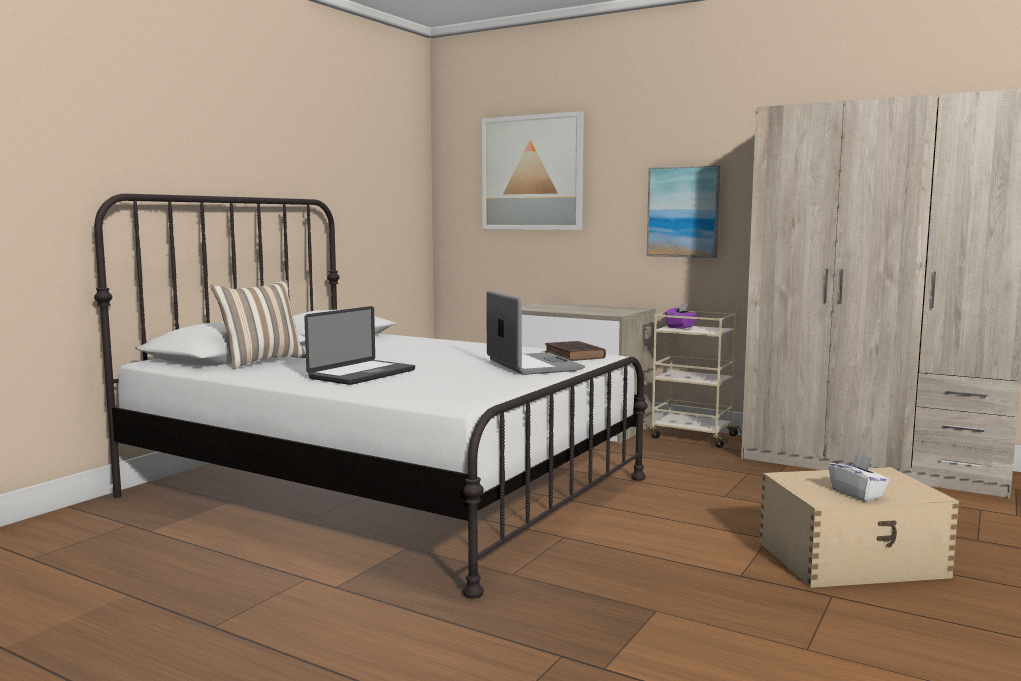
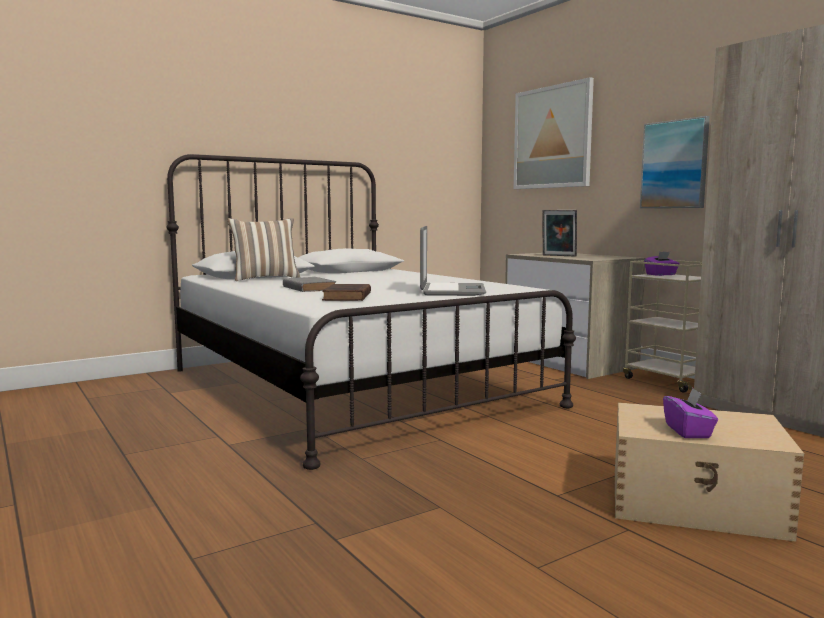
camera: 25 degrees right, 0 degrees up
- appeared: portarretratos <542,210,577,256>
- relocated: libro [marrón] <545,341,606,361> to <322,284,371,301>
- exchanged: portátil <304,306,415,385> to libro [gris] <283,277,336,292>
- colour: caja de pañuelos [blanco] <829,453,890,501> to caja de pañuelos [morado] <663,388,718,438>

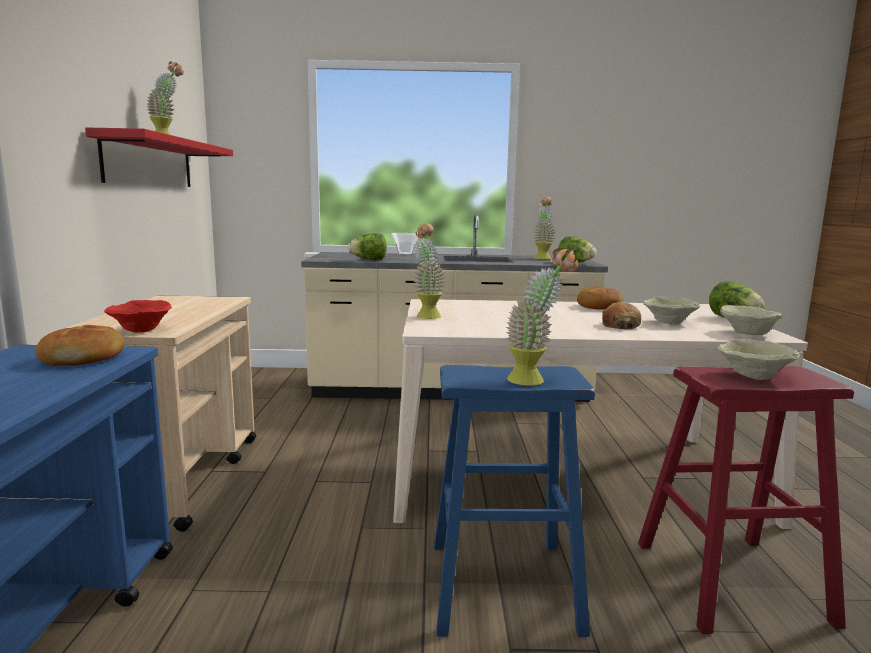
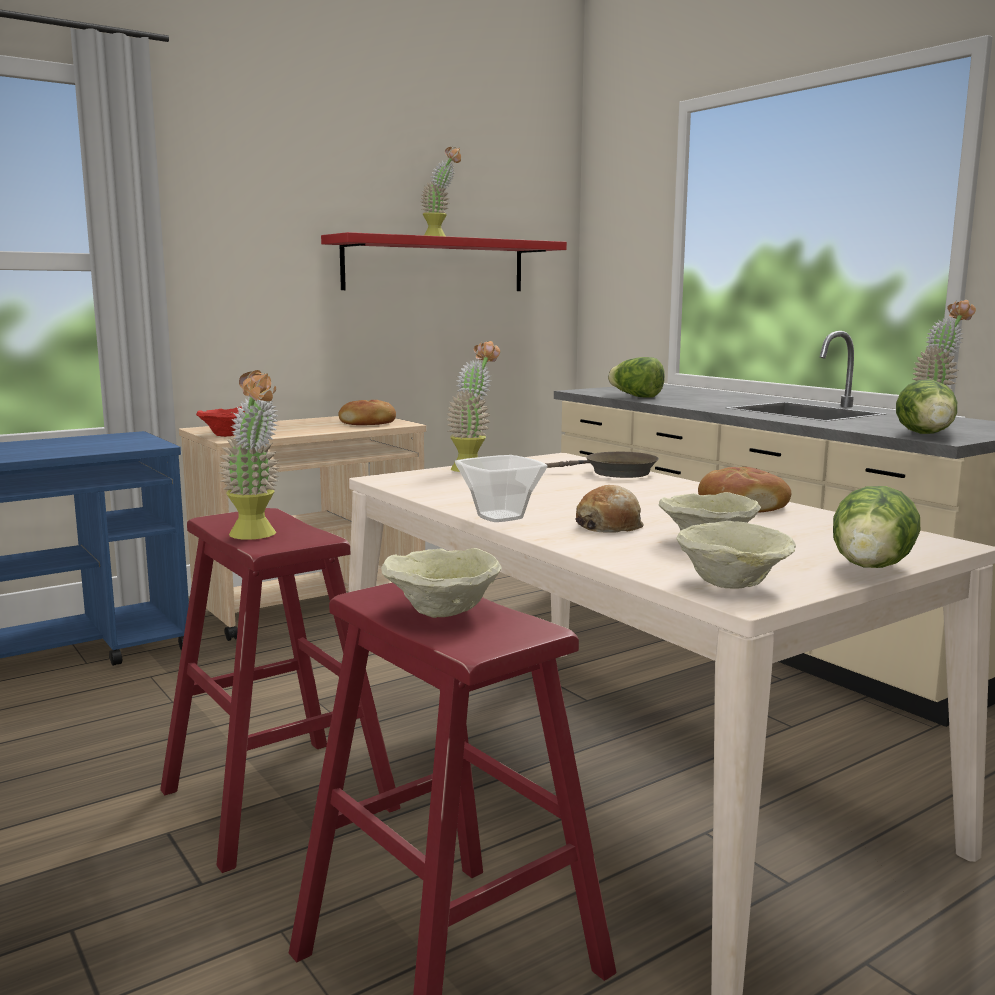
camera: 55 degrees right, 0 degrees up
- appeared: sartén [marrón] <545,452,659,478>
- relocated: pan <36,325,125,366> to <338,400,396,425>
- relocated: cuenco <391,233,418,255> to <455,455,547,522>
- colour: taburete [azul] <434,365,595,637> to taburete [rojo] <160,508,401,873>

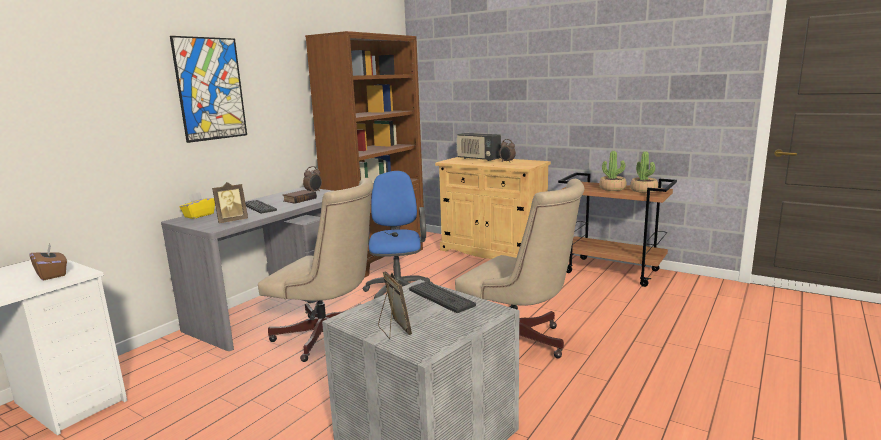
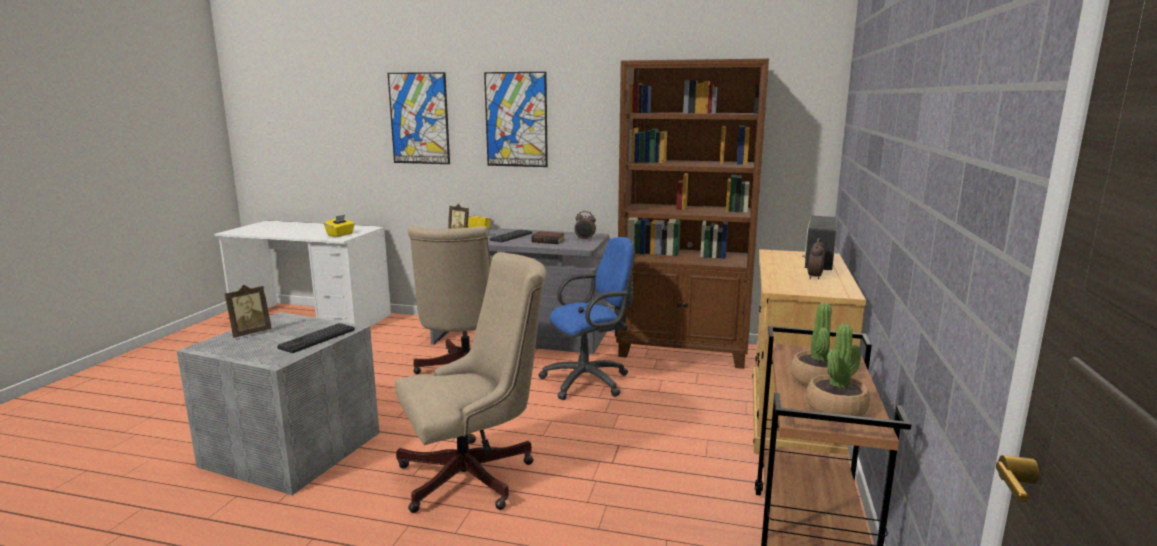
camera: 70 degrees right, 0 degrees up
- appeared: cuadro <388,72,450,164>
- colour: caja de pañuelos [marrón] <29,242,67,280> to caja de pañuelos [amarillo] <324,215,355,237>
- spun: silla de oficina [beis] <455,179,584,359> = <395,252,547,513> 135 degrees counterclockwise

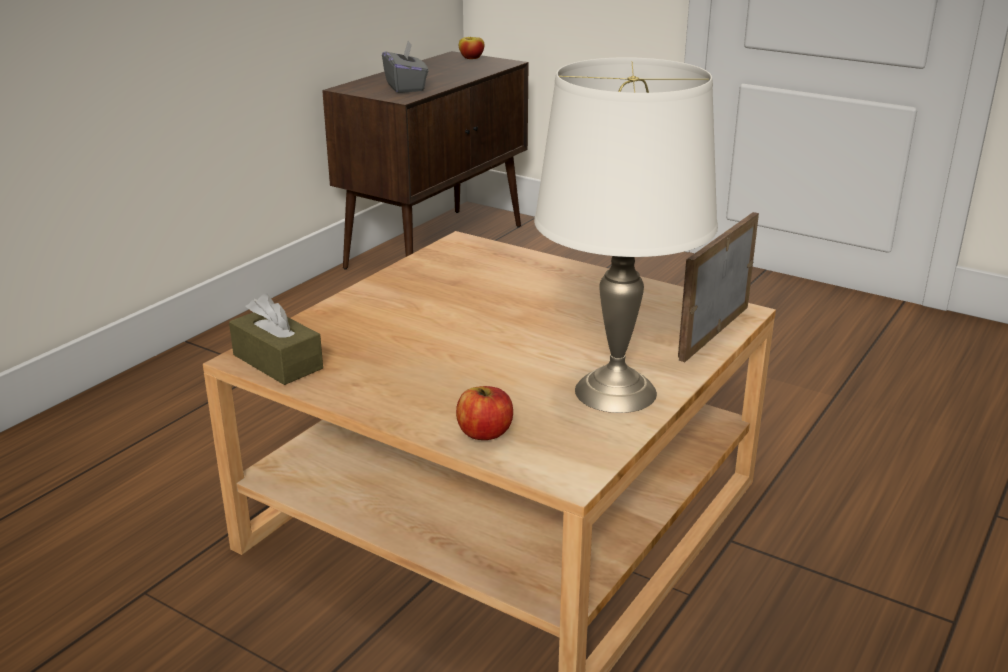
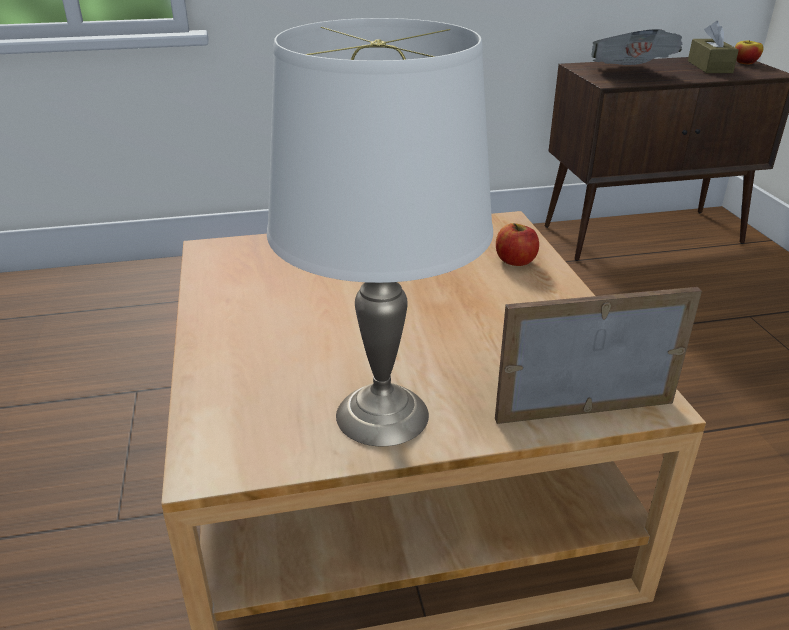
camera: 45 degrees right, 5 degrees up
- relocated: caja de pañuelos [marrón] <229,293,323,385> to <688,21,739,73>
- relocated: manzana <456,386,513,440> to <496,223,539,266>
- exchanged: caja de pañuelos [gris] <382,42,428,93> to periódico <591,29,682,65>

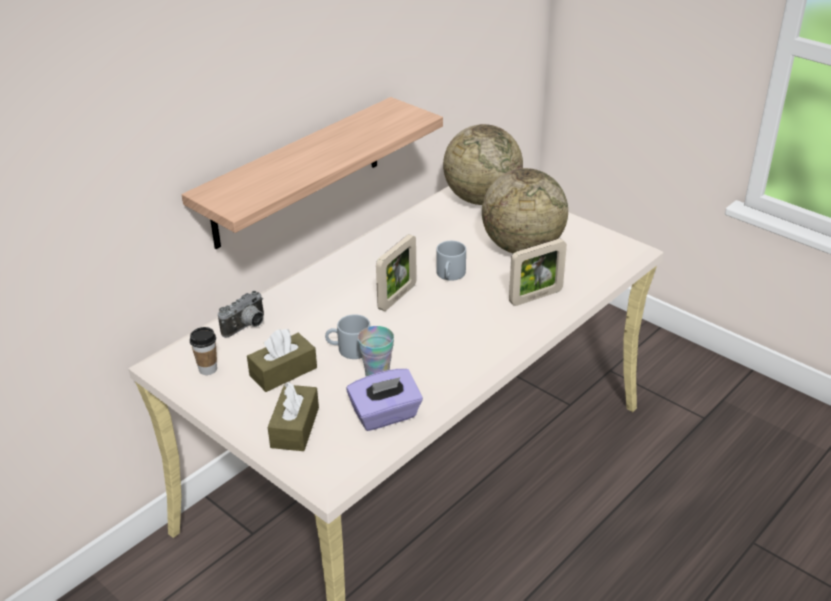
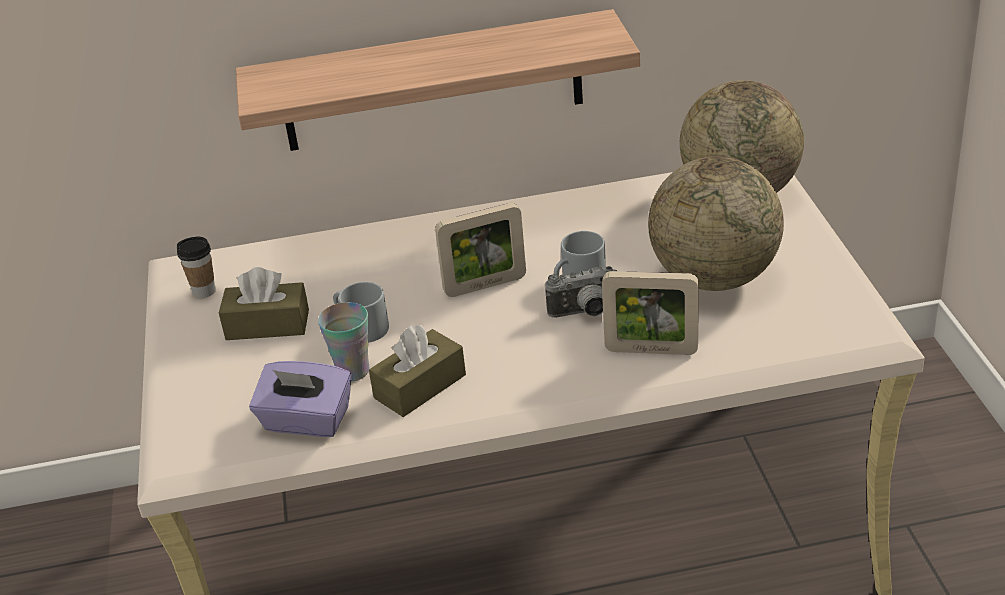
camera: 40 degrees right, 0 degrees up
- relocated: cámara <218,291,264,337> to <545,266,617,318>
- relocated: caja de pañuelos [marrón] <268,382,319,451> to <369,325,466,417>

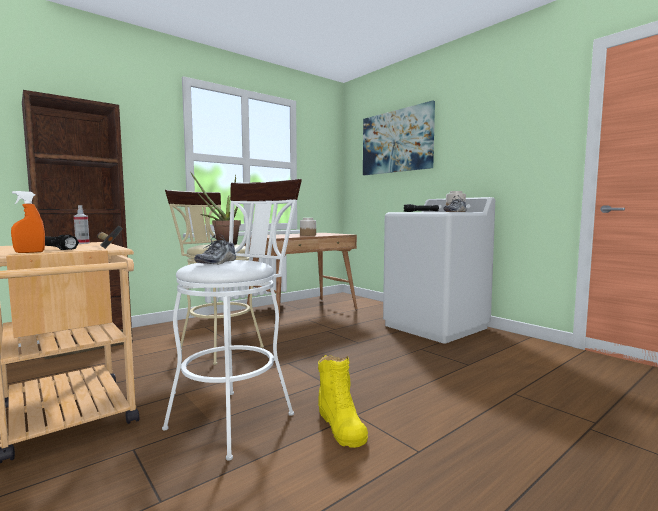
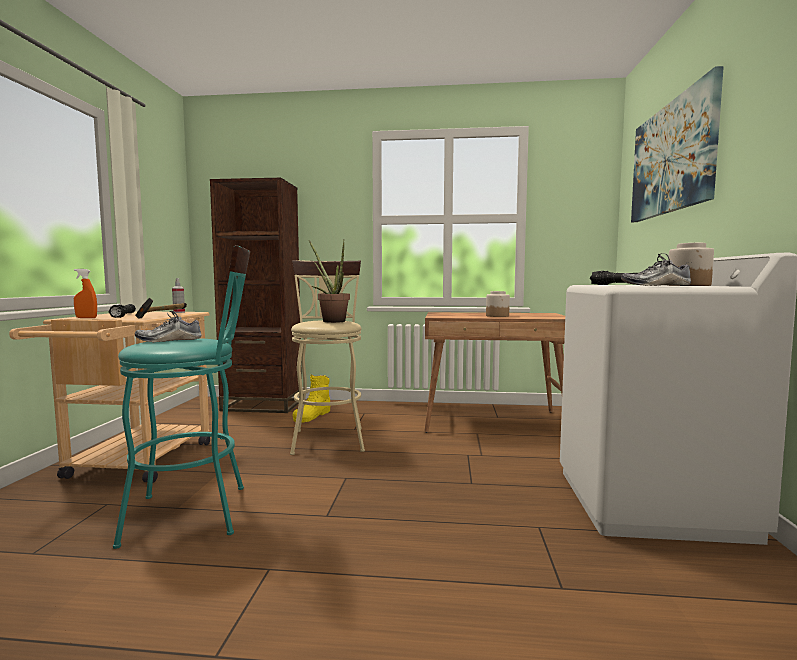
camera: 45 degrees right, 0 degrees up
- relocated: bota [amarillo] <318,355,368,448> to <293,375,330,422>
- colour: taburete [blanco] <162,179,302,461> to taburete [turquesa] <113,245,250,549>

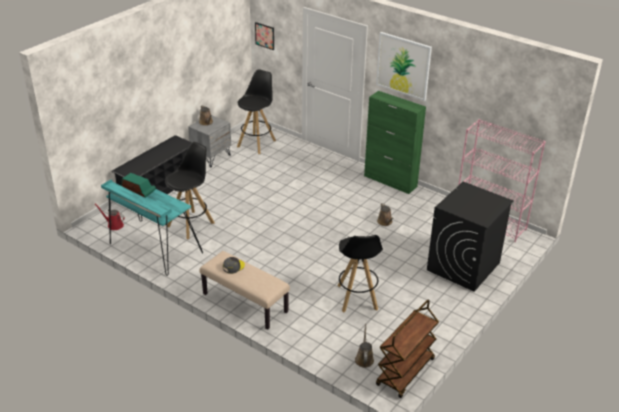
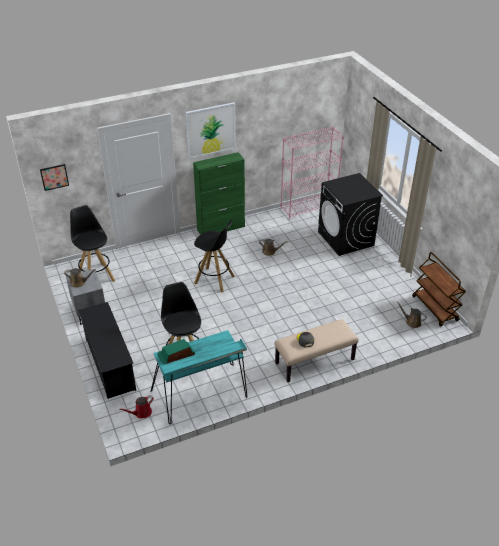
camera: 60 degrees left, 5 degrees up
- relocated: taburete [negro] <337,235,383,312> to <194,220,235,293>

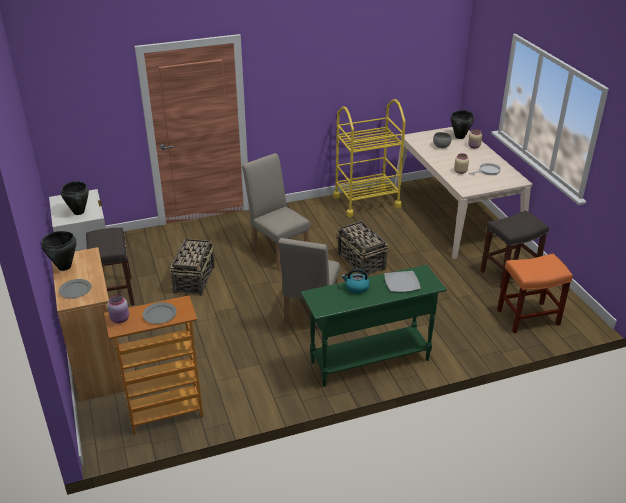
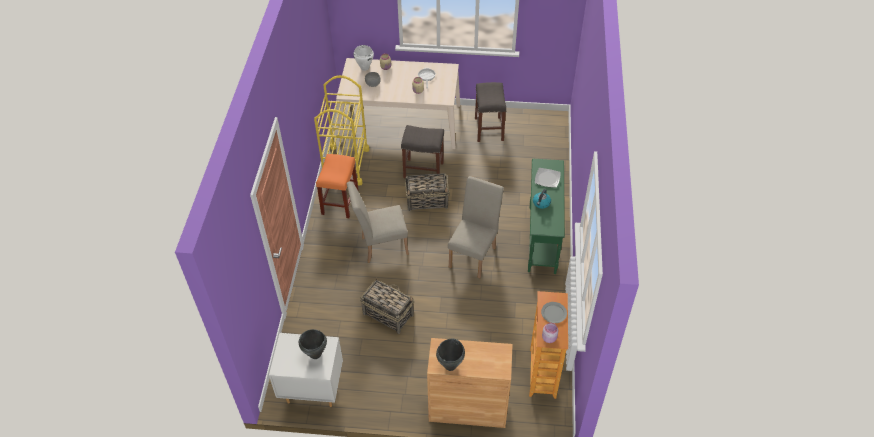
camera: 65 degrees left, 15 degrees up
- missing: plato [gris] <59,279,91,298>
- relocated: taburete [gris] <86,228,135,306> to <401,125,444,178>
- relocated: taburete [naranja] <497,254,573,333> to <316,154,359,218>
- colour: olla [negro] <451,110,474,139> to olla [blanco] <354,45,374,71>
- spun: silla [beis] <278,238,340,324> = <448,176,504,278> 105 degrees counterclockwise

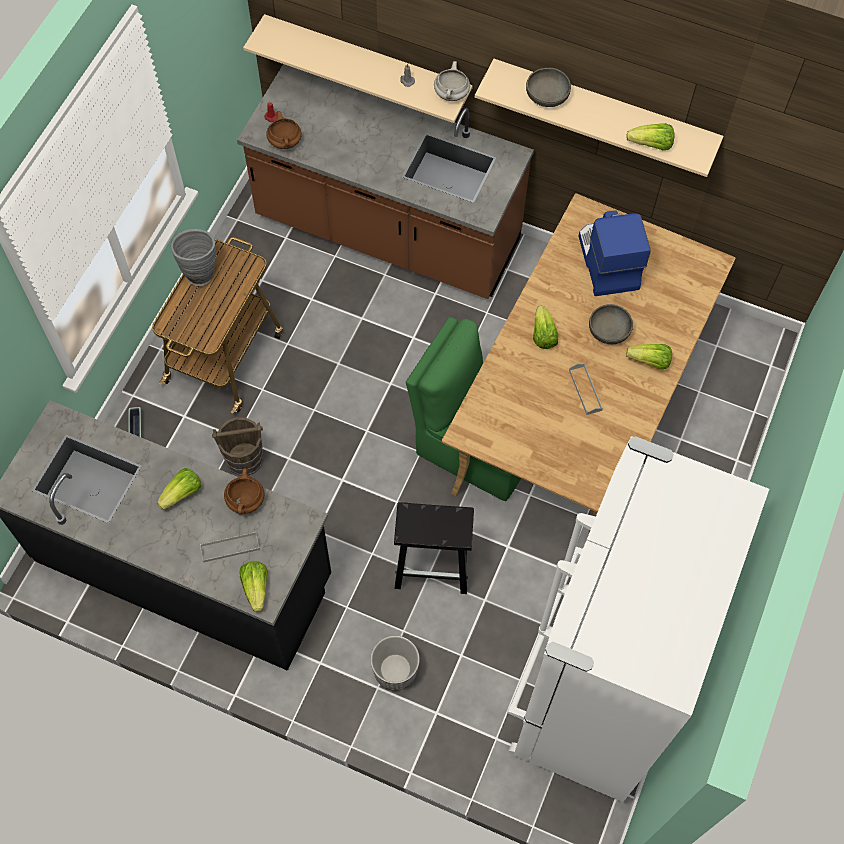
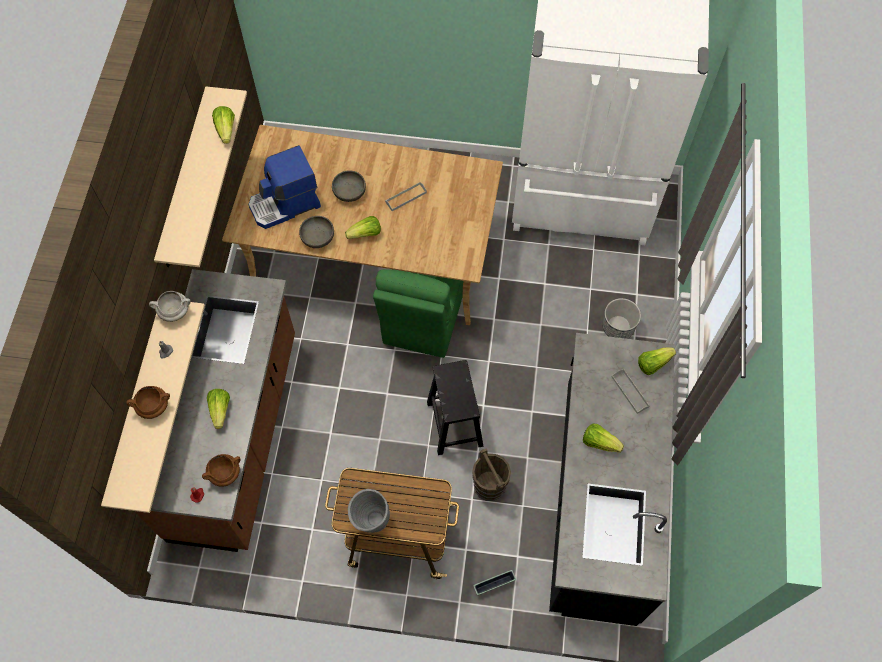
camera: 105 degrees left, 0 degrees up
- relocated: olla [marrón] <224,468,264,514> to <126,386,170,419>
- relocated: taburete [negro] <394,502,474,594> to <427,360,484,455>
- relocated: cuenco [gris] <526,68,571,107> to <299,216,334,248>
- relocated: lechuga <626,344,672,369> to <207,389,230,429>

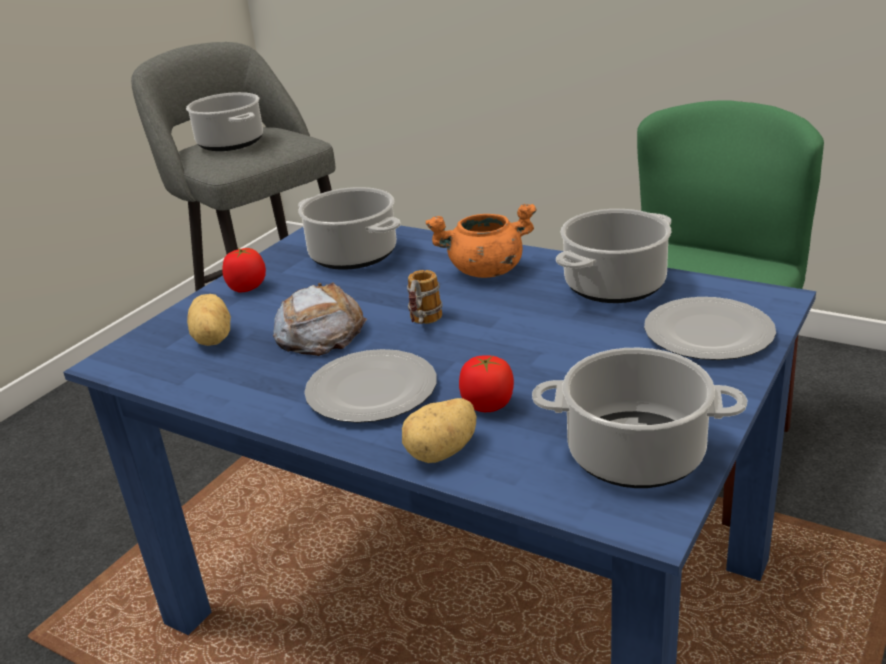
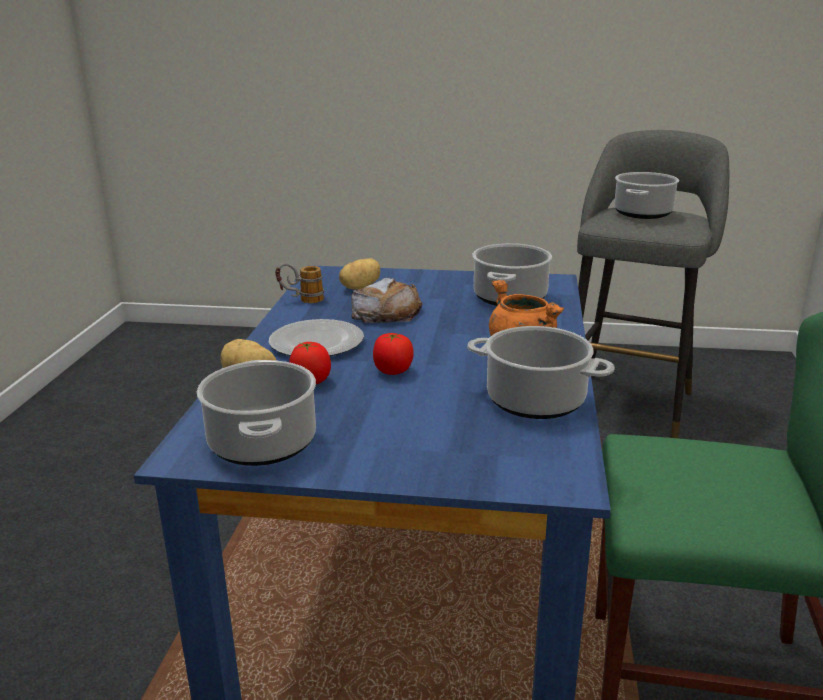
camera: 65 degrees right, 5 degrees down
- missing: plato <644,297,776,360>
- relocated: tomate <222,248,266,293> to <373,333,414,375>
- relocated: taza grande <407,270,442,324> to <275,263,324,303>

